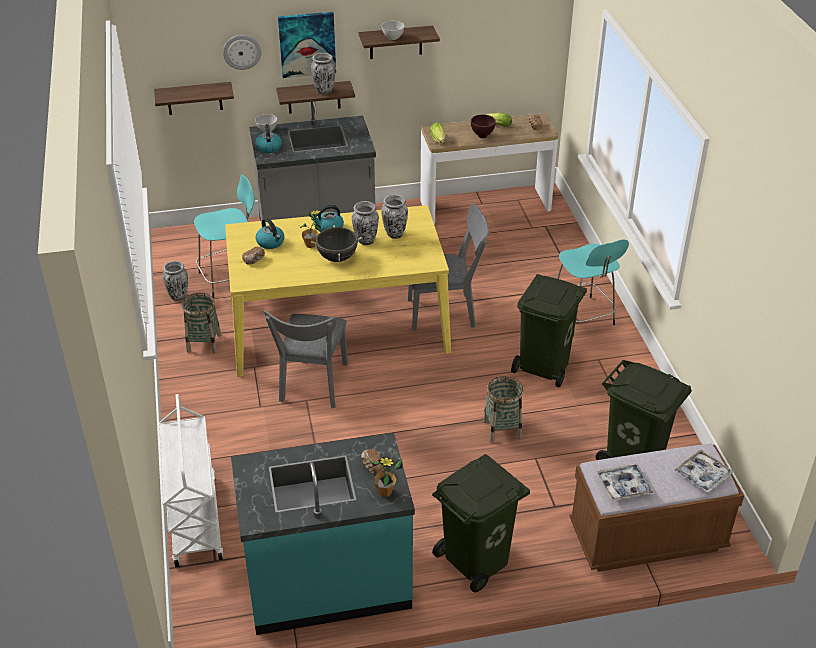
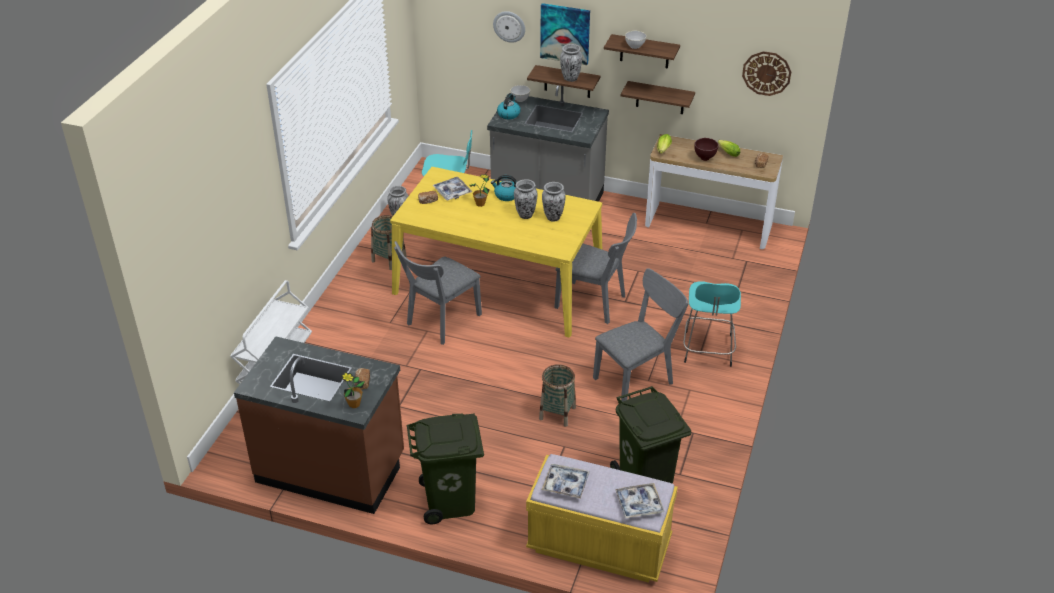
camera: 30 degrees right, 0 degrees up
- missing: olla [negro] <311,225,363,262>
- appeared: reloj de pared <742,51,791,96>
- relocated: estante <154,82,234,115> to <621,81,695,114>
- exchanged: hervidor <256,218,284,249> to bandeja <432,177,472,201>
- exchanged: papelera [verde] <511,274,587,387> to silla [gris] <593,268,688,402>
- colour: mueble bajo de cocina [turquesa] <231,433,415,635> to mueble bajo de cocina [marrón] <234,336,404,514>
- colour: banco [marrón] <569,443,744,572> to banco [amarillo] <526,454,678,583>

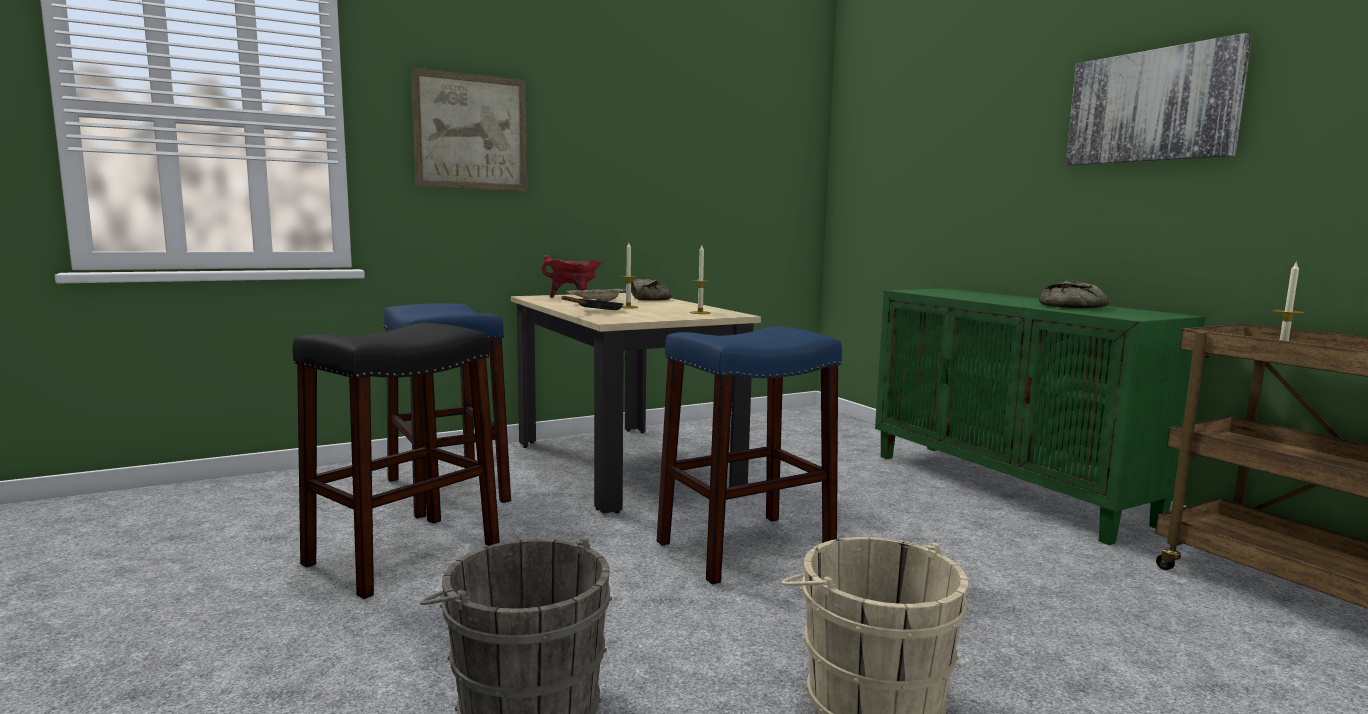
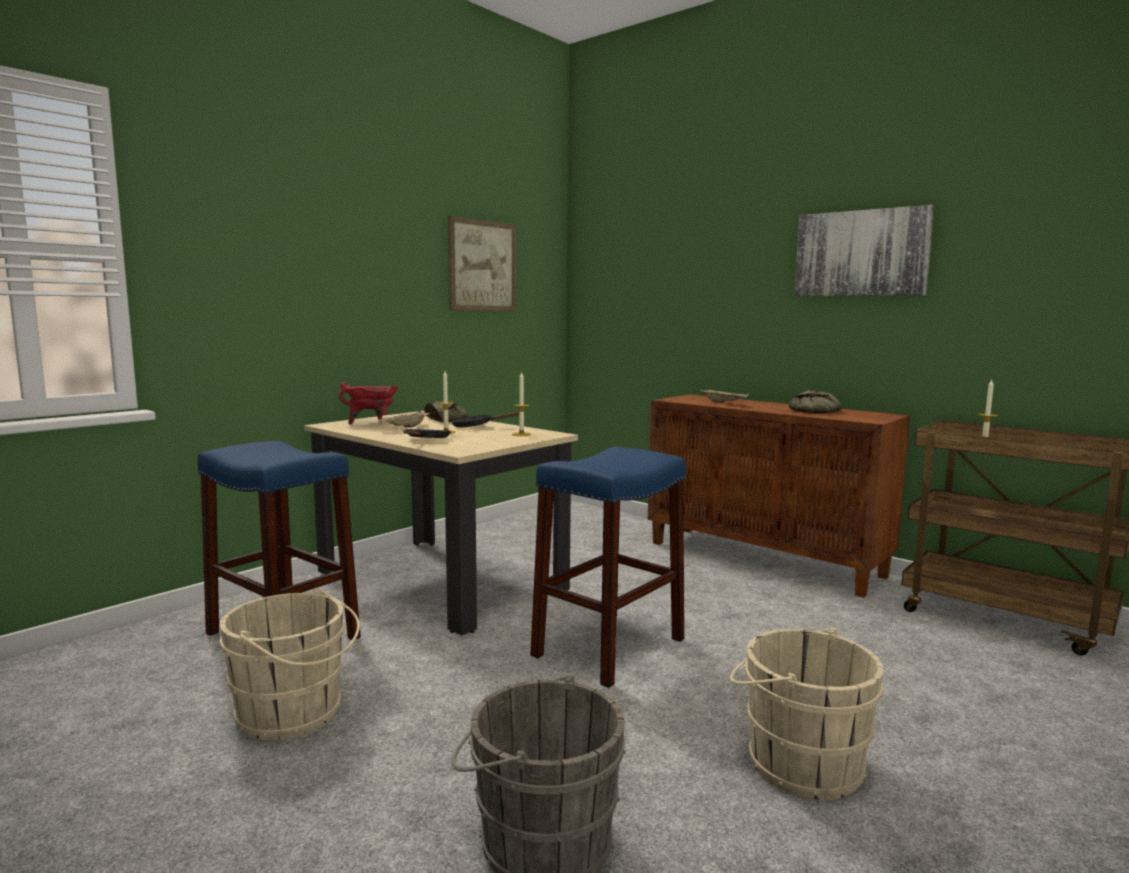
camera: 20 degrees left, 0 degrees up
- appeared: sartén [negro] <451,412,519,427>
- appeared: bandeja [beis] <701,389,749,403>
- relocated: cuadro <411,68,527,191> to <448,216,516,311>
- exchanged: taburete [negro] <292,323,500,599> to cubo [beis] <219,588,360,740>
- colour: armario [verde] <875,288,1205,545> to armario [marrón] <648,394,910,598>

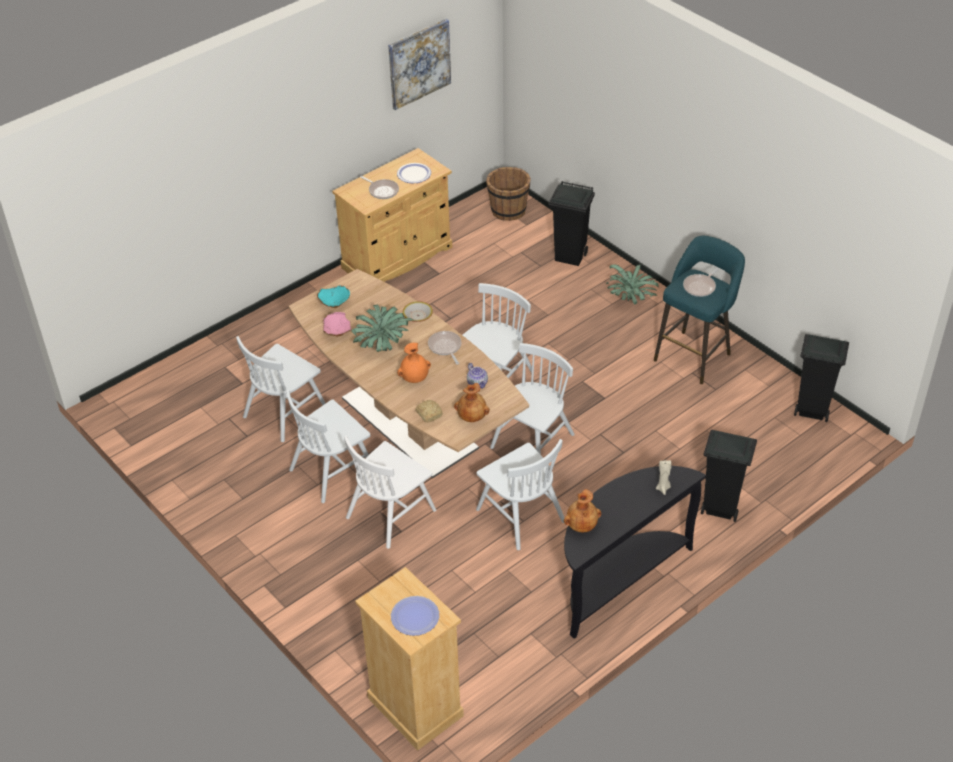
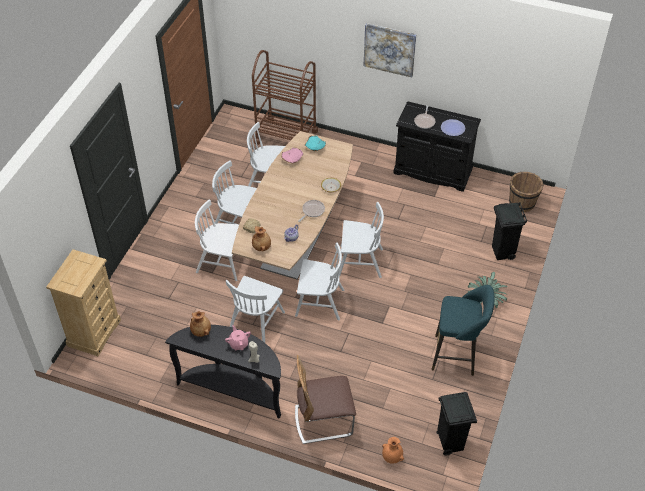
camera: 60 degrees right, 5 degrees up
- missing: planta en maceta <352,305,415,352>
- missing: plato <391,596,439,636>
- missing: sartén <683,267,720,297>
- appeared: tetera [rosa] <225,325,251,350>
- appeared: carrito [marrón] <252,50,318,145>
- relocated: cuadro <388,19,451,110> to <364,23,416,78>
- relocated: florero [naranja] <397,343,431,383> to <382,437,404,464>
- exchanged: papelera [negro] <701,430,757,522> to silla <295,355,356,444>
- colour: armario [beis] <332,148,452,282> to armario [negro] <393,101,481,192>

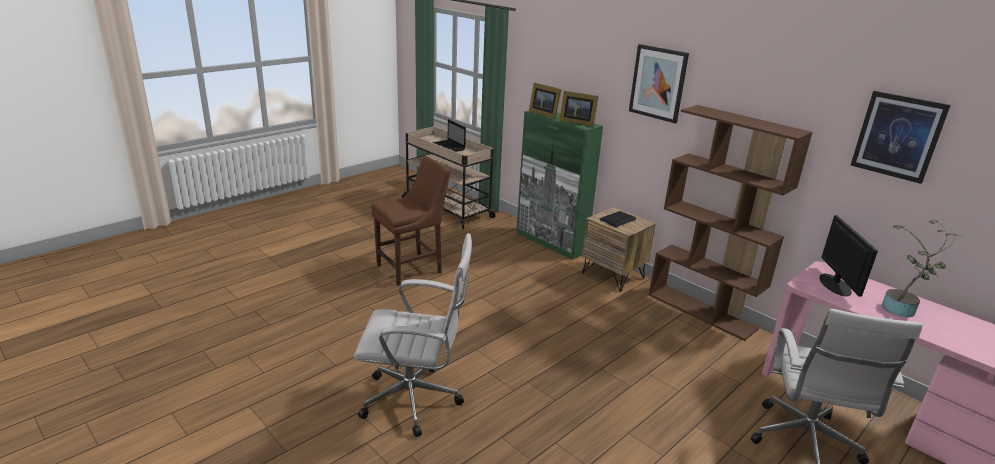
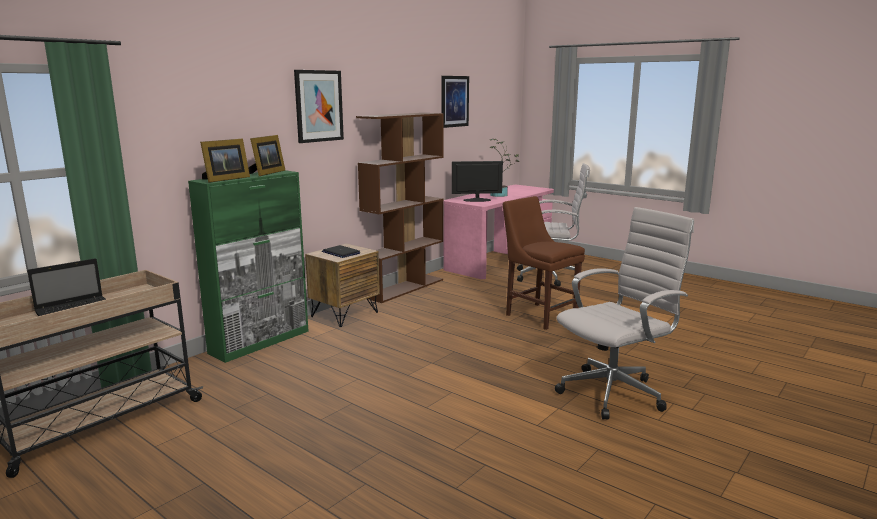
camera: 95 degrees left, 10 degrees down
- relocated: silla [marrón] <371,156,451,286> to <503,196,585,330>
- spun: silla de oficina [blanco] <354,233,472,437> = <555,207,694,420> 60 degrees clockwise

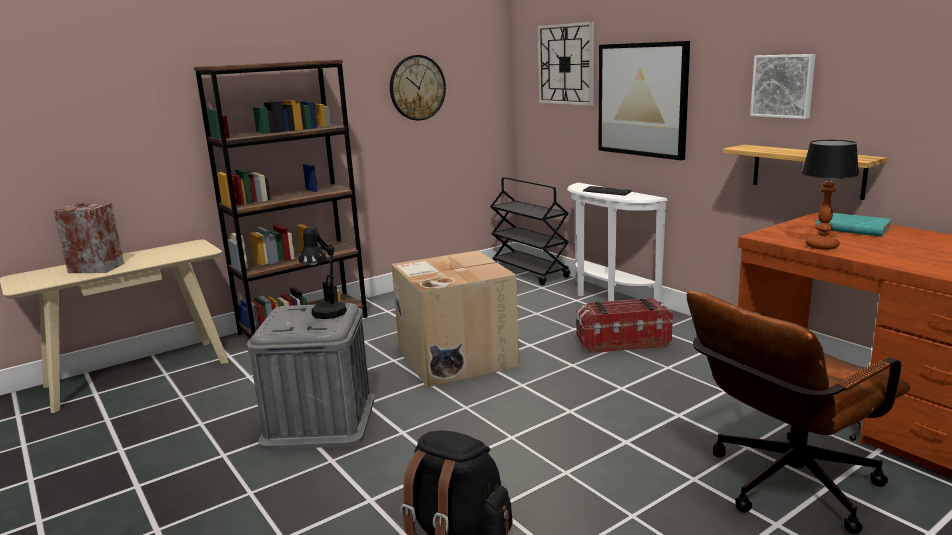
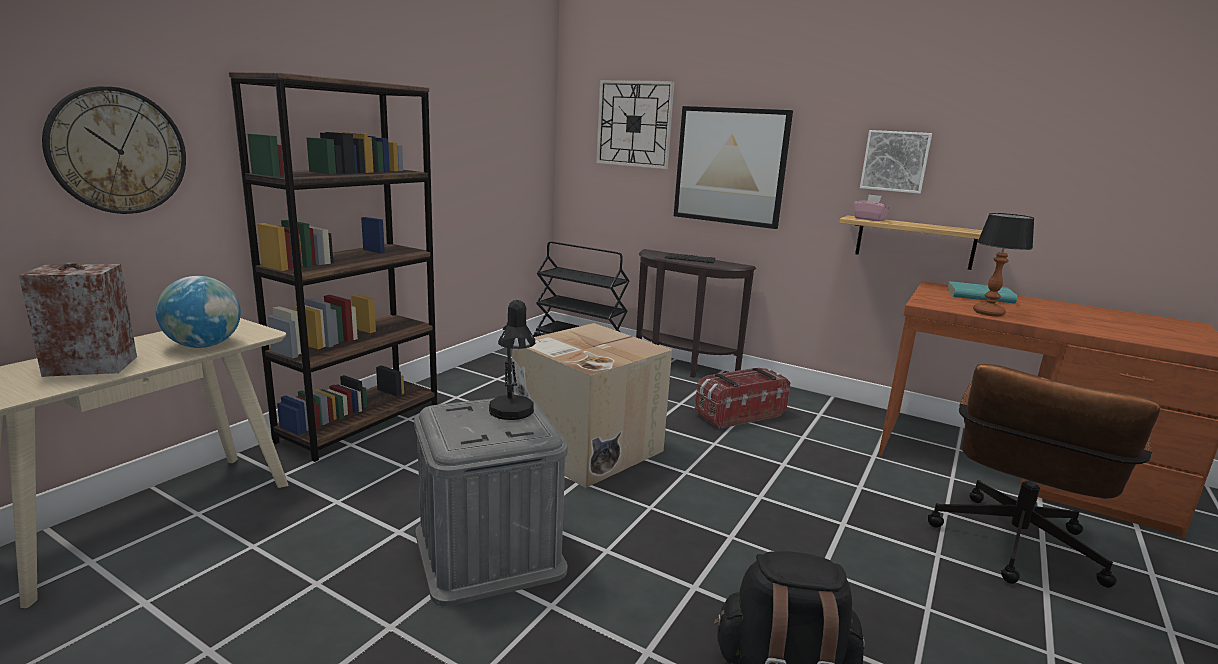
camera: 25 degrees left, 0 degrees up
- appeared: globo terráqueo <156,276,241,348>
- appeared: caja de pañuelos [rosa] <854,195,890,221>
- relocated: reloj de pared <390,55,446,121> to <42,86,186,214>
- colour: mesa consola [blanco] <567,182,668,301> to mesa consola [marrón] <636,249,756,378>

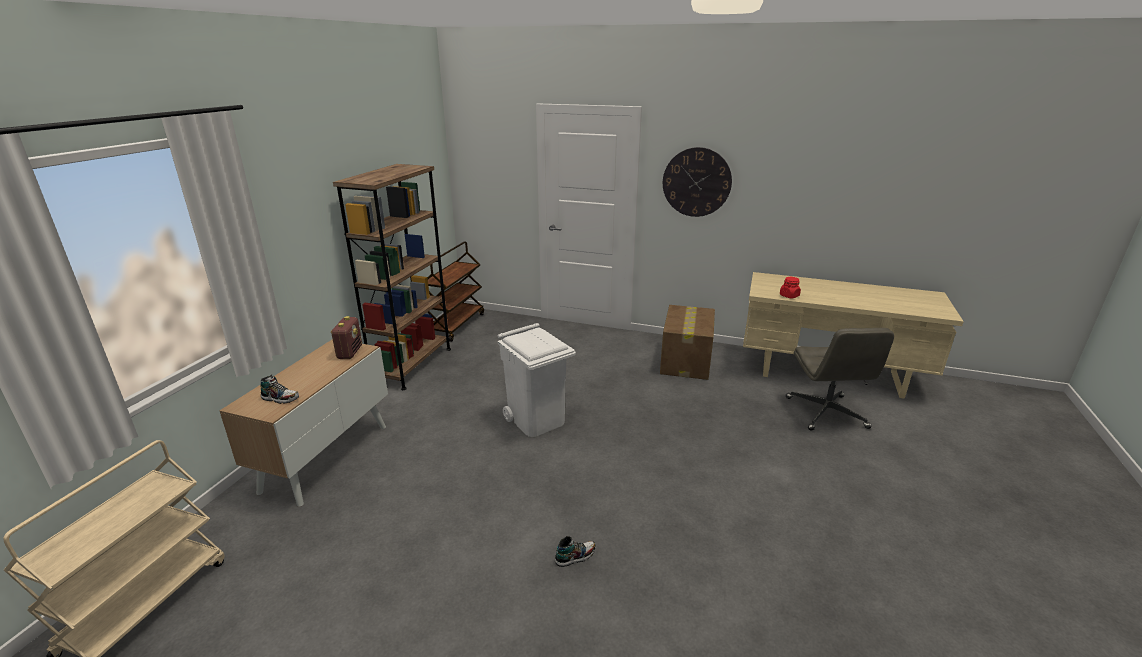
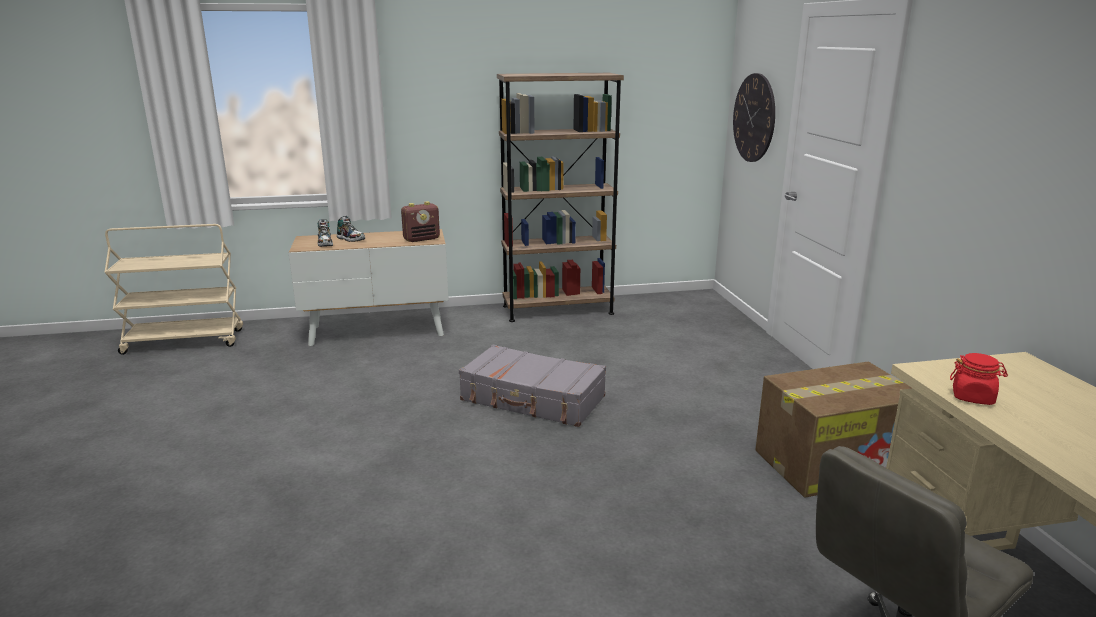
camera: 60 degrees right, 5 degrees down
- missing: carrito [marrón] <427,241,484,342>
- relocated: zapato <555,536,596,567> to <337,216,365,242>
- relocated: reloj de pared <663,147,732,217> to <733,73,775,162>
- exchanged: papelera [blanco] <498,323,576,437> to maleta [gris] <459,345,606,427>

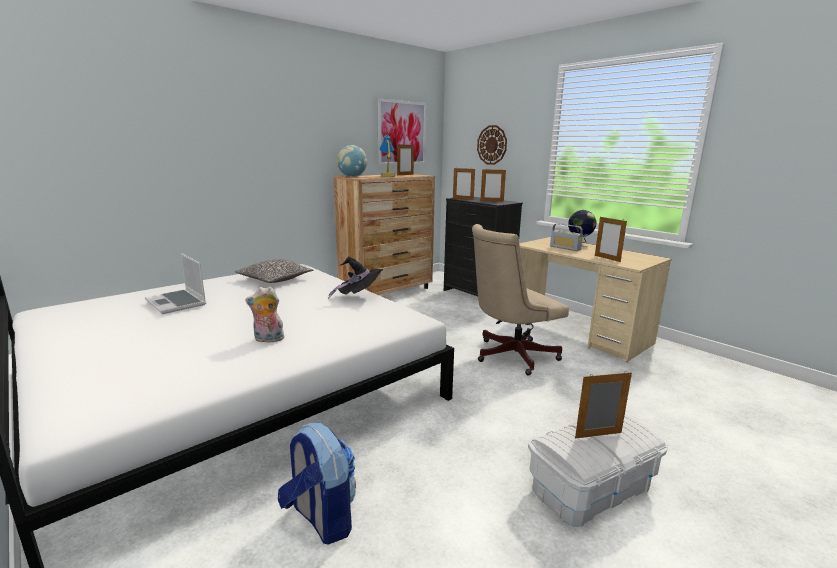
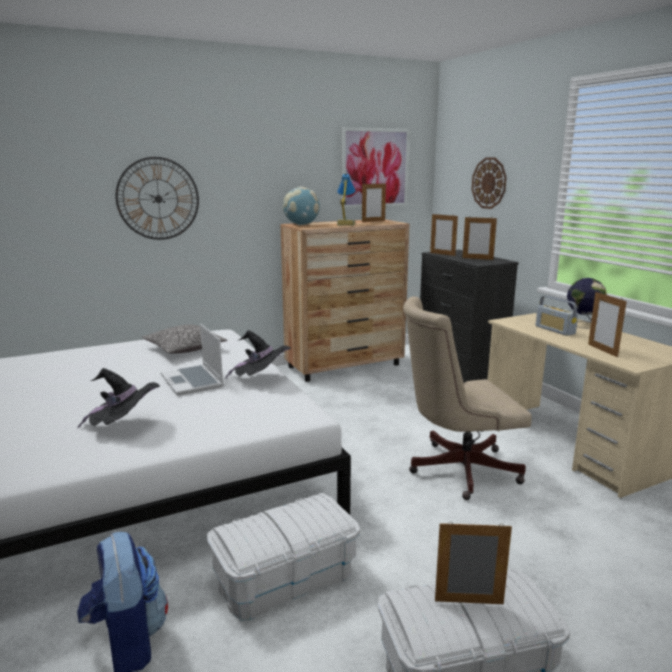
camera: 15 degrees right, 0 degrees up
- appeared: reloj de pared <115,157,199,240>
- appeared: caja de almacenaje [blanco] <207,493,360,621>
- relocated: portátil <145,253,206,314> to <161,324,224,396>
- exchanged: peluche <245,286,284,343> to sombrero [negro] <77,368,160,429>

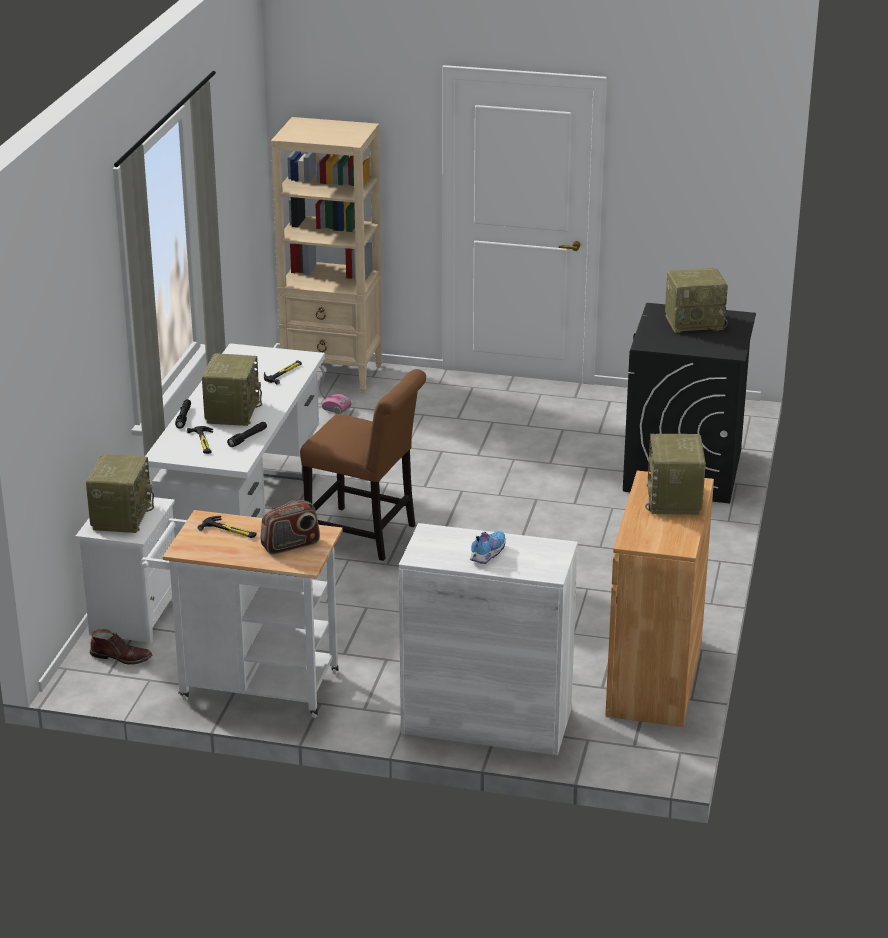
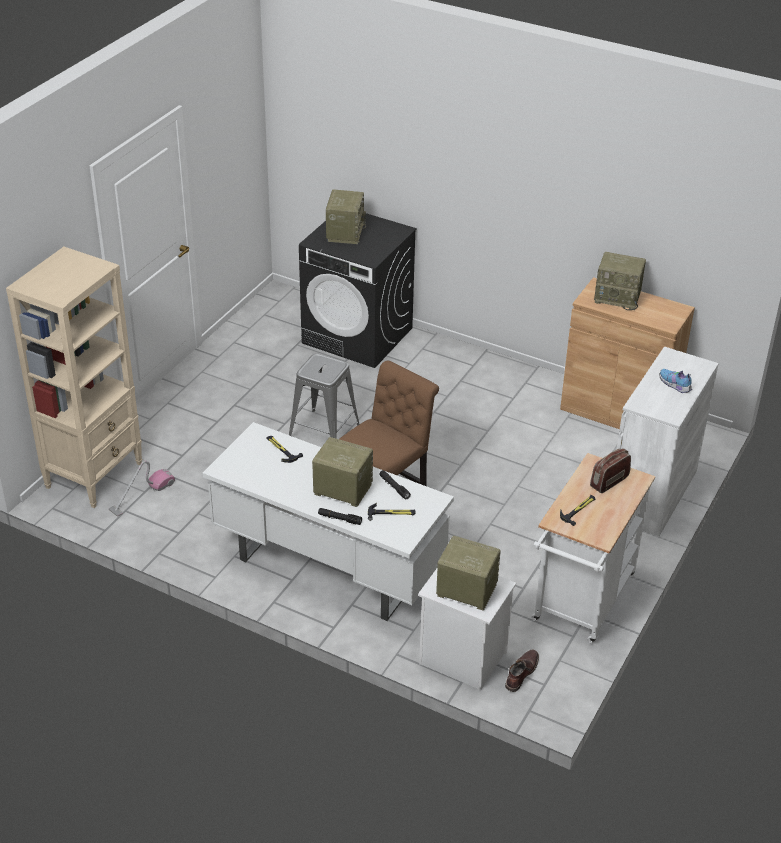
camera: 75 degrees left, 10 degrees up
- appeared: taburete [gris] <289,353,360,439>
- spun: radio <261,500,320,554> = <590,448,631,493> 120 degrees counterclockwise

